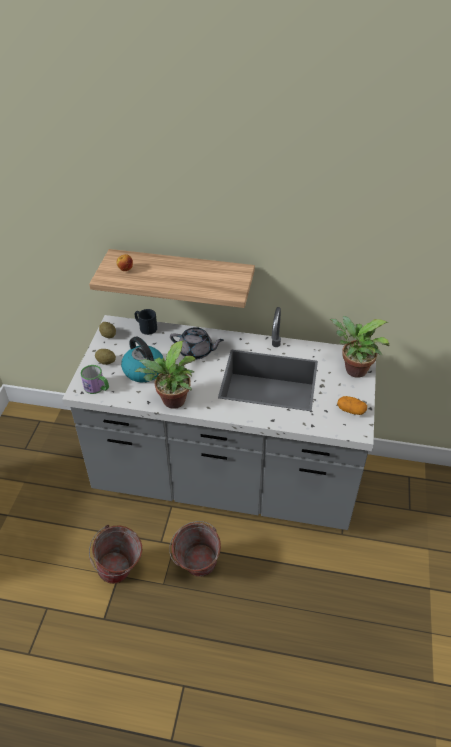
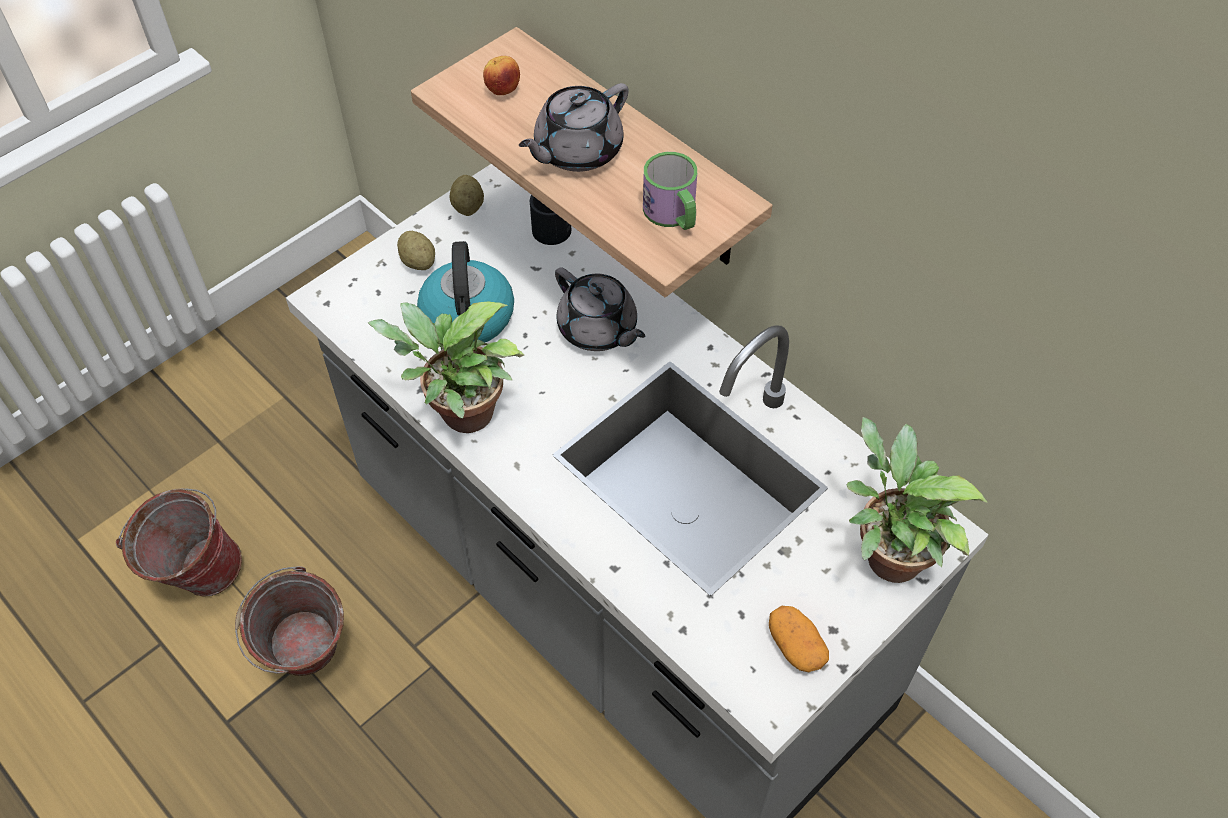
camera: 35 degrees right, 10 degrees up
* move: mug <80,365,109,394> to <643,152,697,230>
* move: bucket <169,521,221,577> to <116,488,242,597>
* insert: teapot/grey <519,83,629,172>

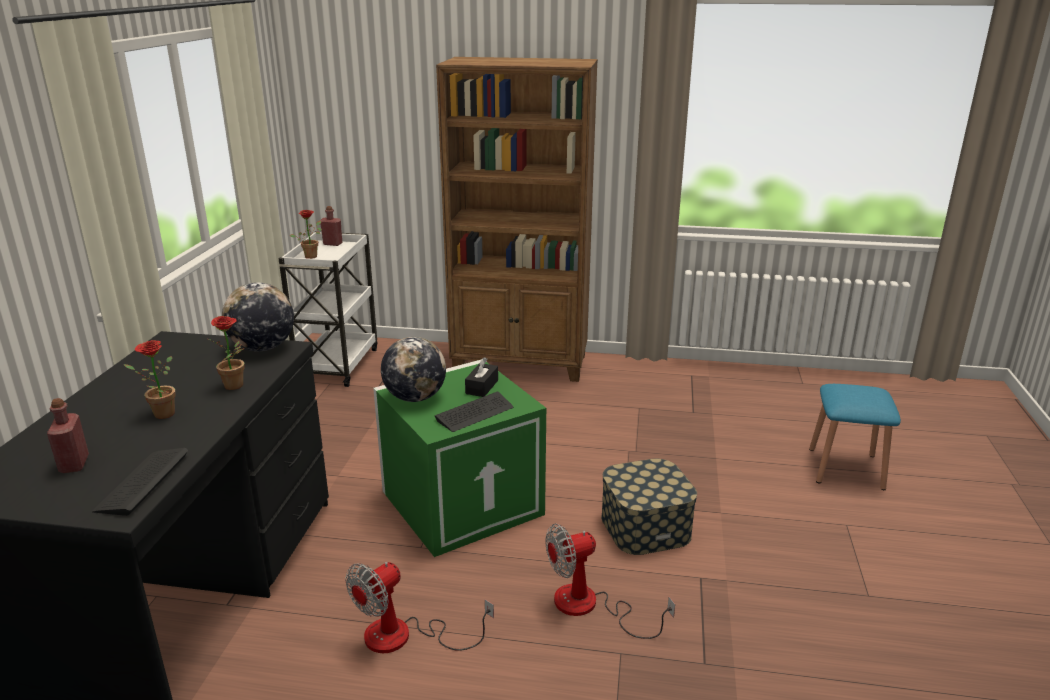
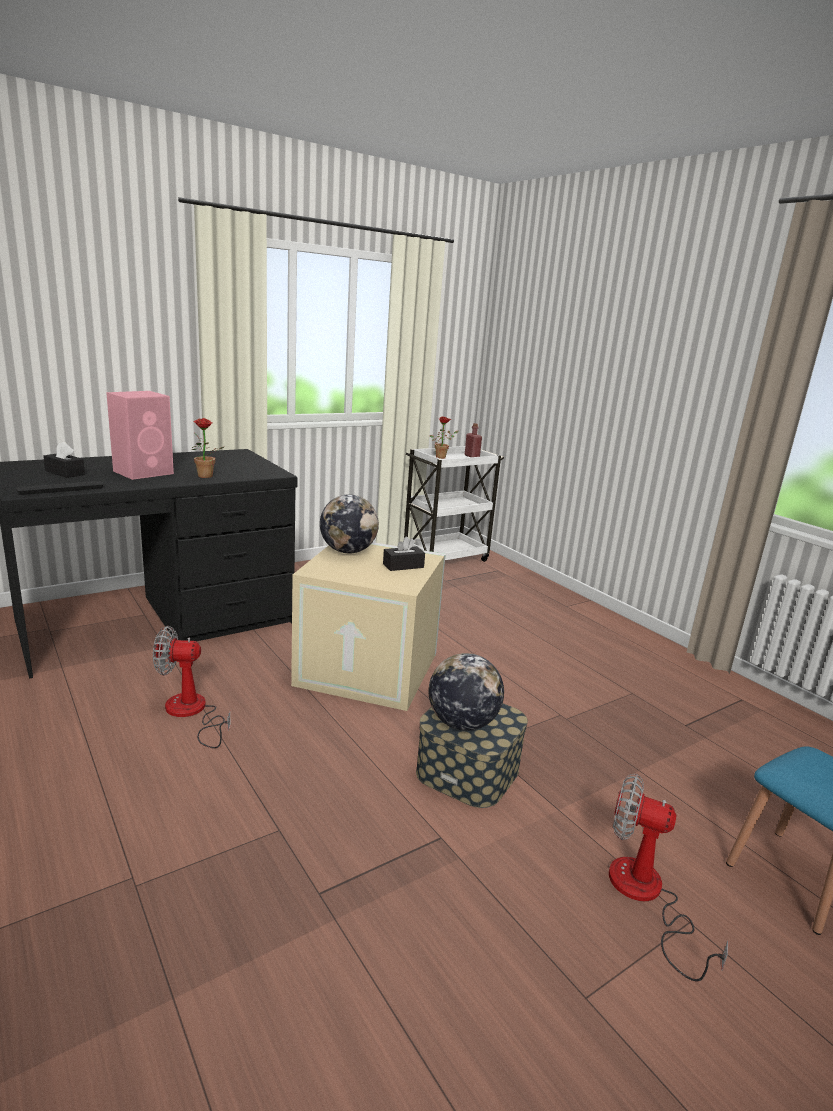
camera: 45 degrees right, 5 degrees down
* delete: bookcase/brown <436,57,598,382>
* move: globe <222,282,294,351> to <429,653,504,731>
* replace: potted plant <124,340,176,419> to speaker/pink <106,391,174,480>
* recolor: storage box/green <373,359,546,557> to storage box/beige <291,542,446,711>
* delete: keyboard <435,392,513,432>
* replace: bottle/red <47,398,89,473> to tissue box/black <43,442,85,478>
* move: fan <545,523,675,639> to <609,774,728,981>

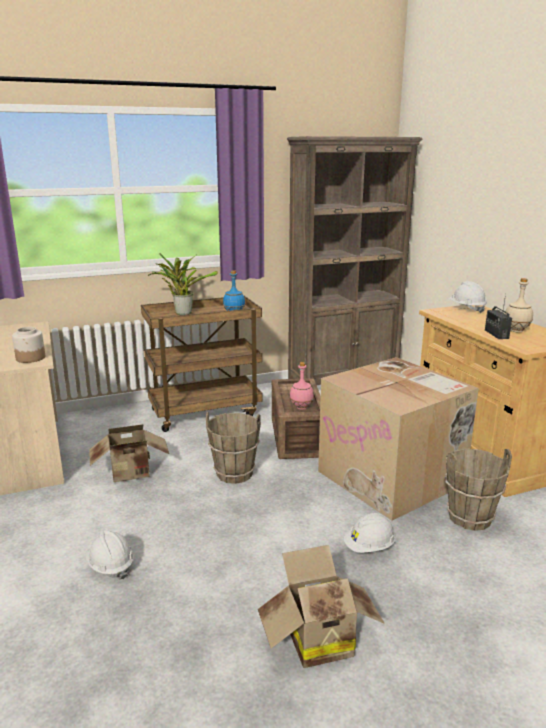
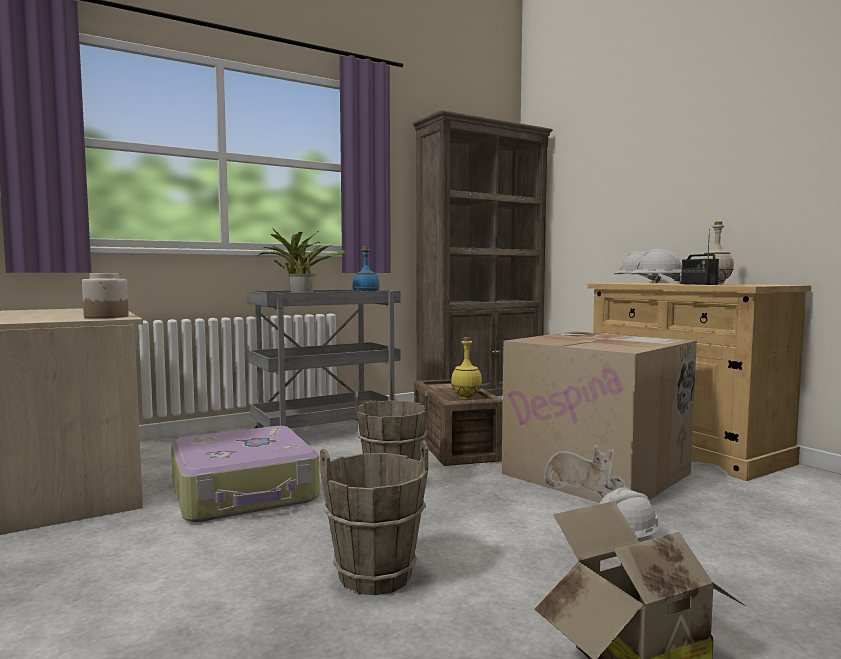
camera: 10 degrees left, 15 degrees down
* recolor: cart/brown <141,296,263,432> to cart/grey <247,290,401,428>
* recolor: bottle/pink <290,362,314,410> to bottle/yellow <451,337,482,400>
* replace: cardboard box <89,424,169,482> to suitcase <171,426,320,522>
* move: bucket/brown <445,449,512,531> to <320,440,428,595>
* move: hard hat/white <86,530,134,580> to <631,249,682,284>

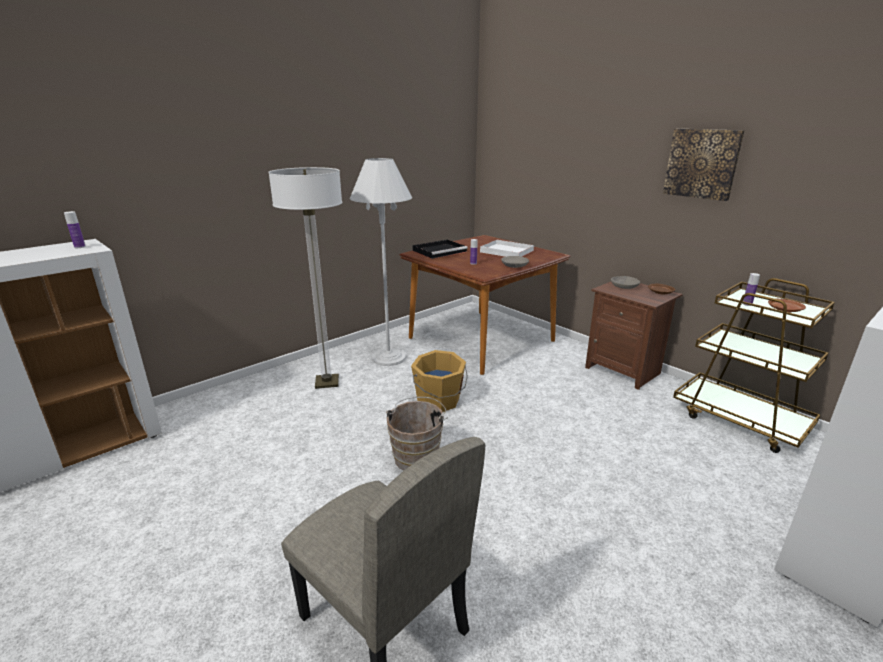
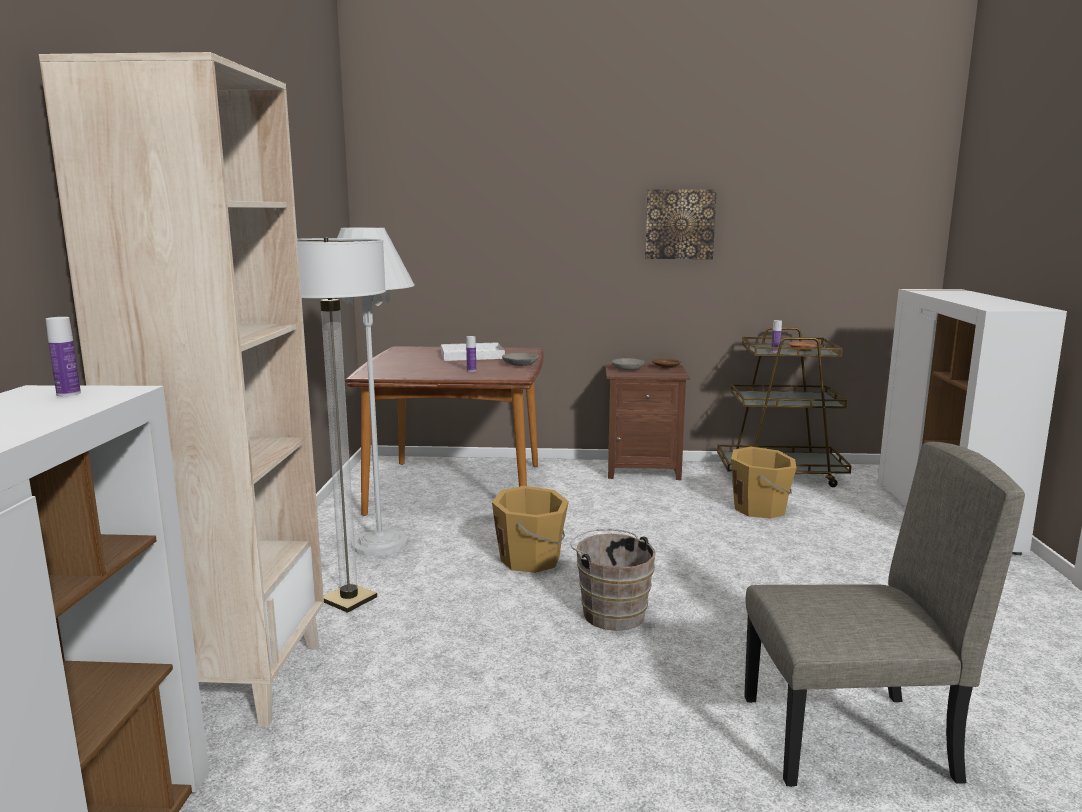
camera: 45 degrees left, 10 degrees down
* delete: tray/black <413,240,468,259>
* insert: bookcase/beige <39,52,324,727>
* insert: bucket/orange <731,447,797,519>

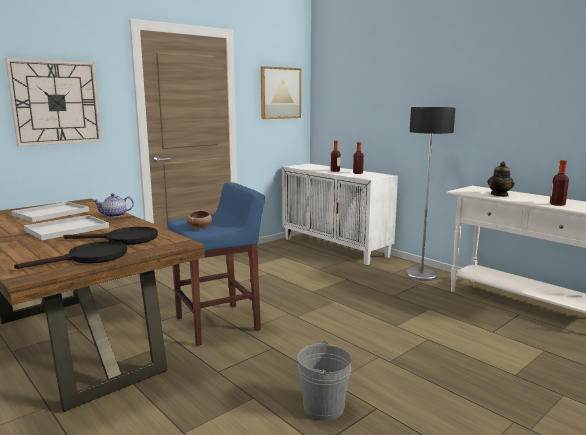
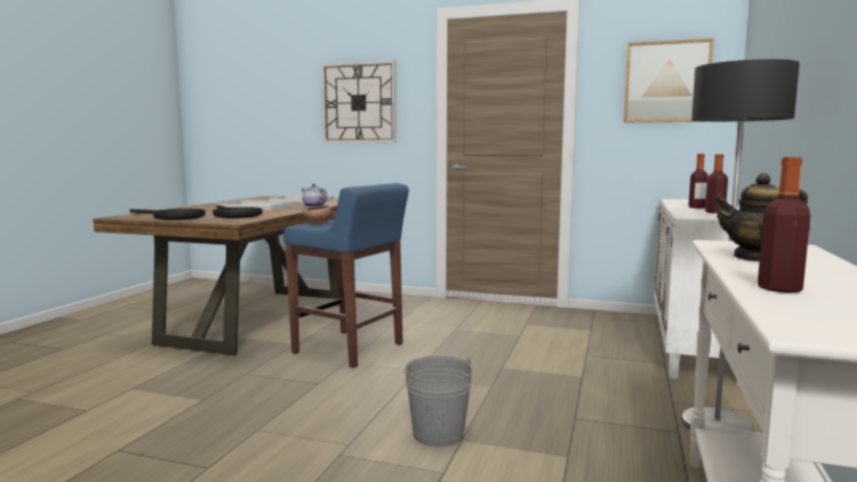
camera: 60 degrees right, 5 degrees down
* move: bucket/grey <297,340,352,421> to <401,355,473,447>

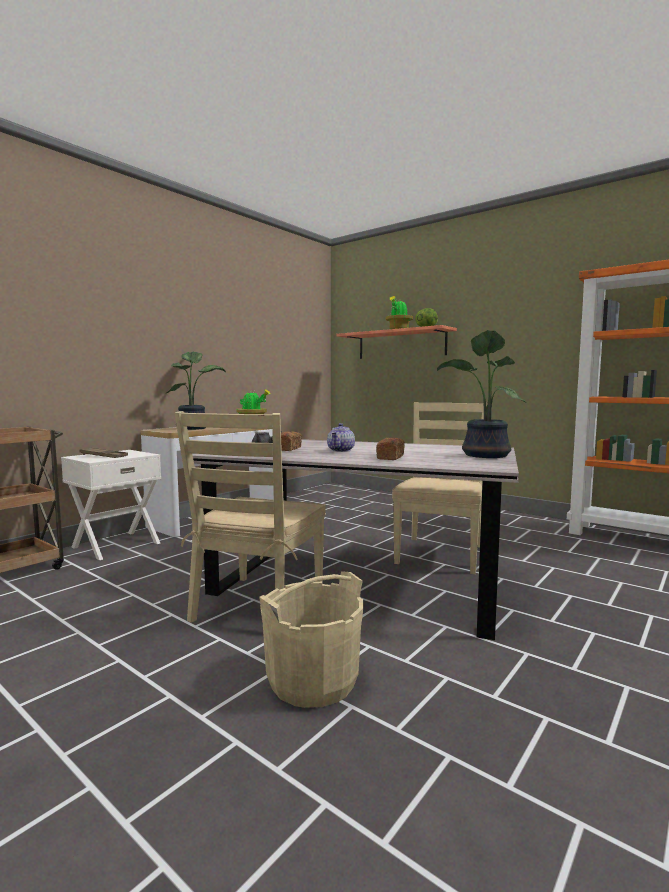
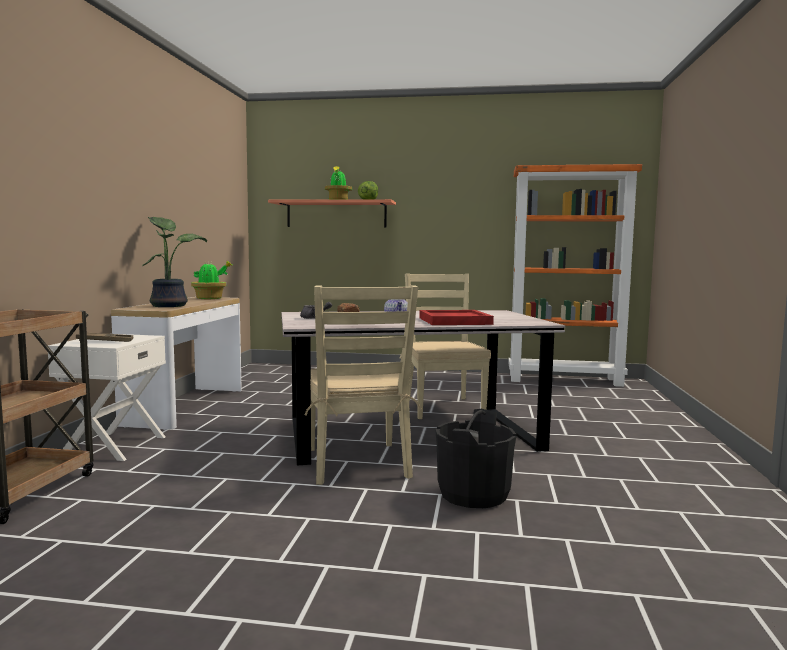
camera: 30 degrees left, 0 degrees up
* delete: potted plant <437,330,526,458>
* replace: bread <376,438,405,460> to tray/red <420,310,494,325>
* recolor: bucket/beige <259,571,363,708> to bucket/black <435,409,516,508>

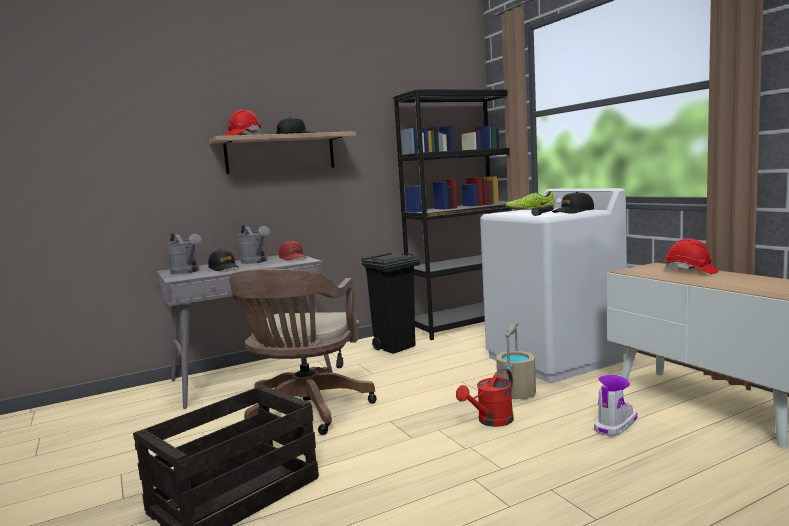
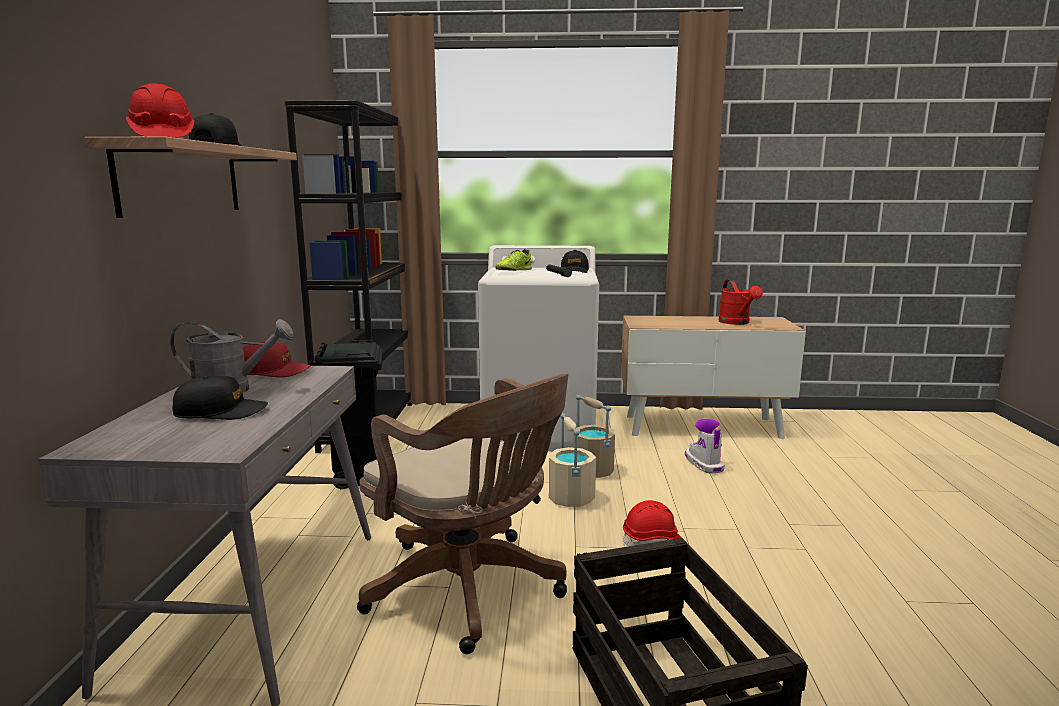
camera: 60 degrees left, 5 degrees up
* delete: watering can/grey <167,233,202,274>
* move: hard hat/red <665,239,719,274> to <623,500,681,546>
* move: watering can/red <456,369,514,427> to <719,279,763,325>
* insert: bucket/beige <549,413,596,507>

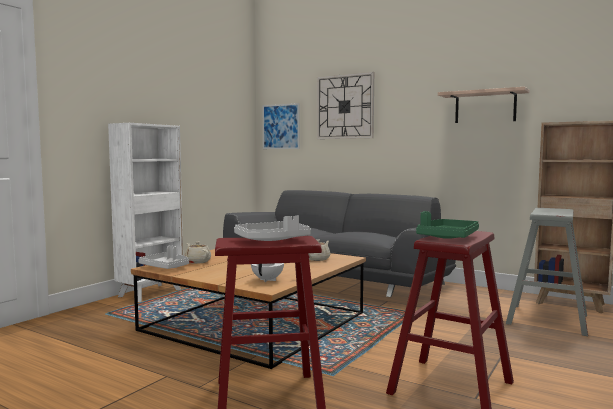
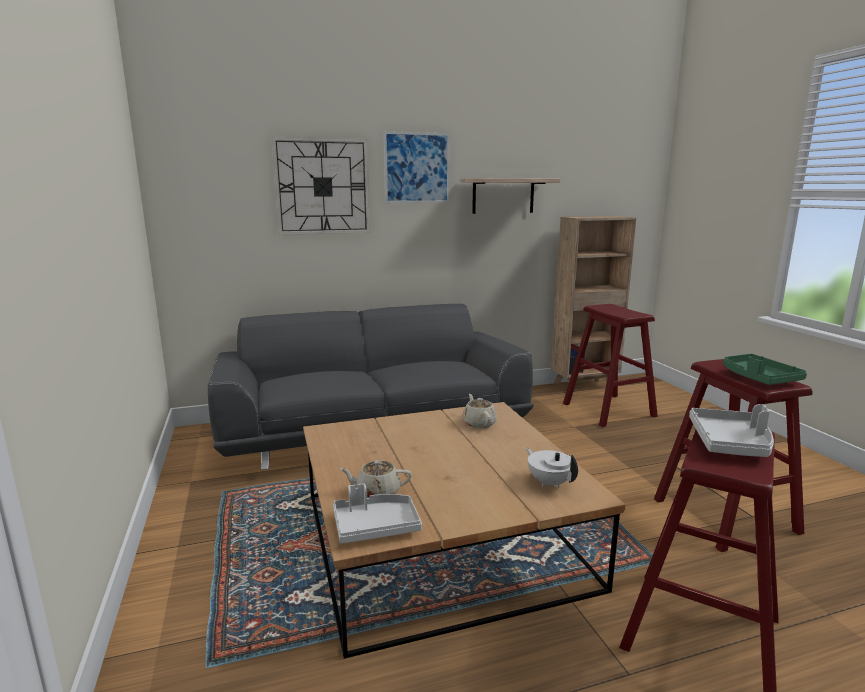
camera: 50 degrees left, 10 degrees up
* move: picture <263,103,300,149> to <384,131,450,203>
* delete: bookcase/white <108,123,183,302>
* recolor: stool/grey <506,208,588,336> to stool/red <563,304,658,427>

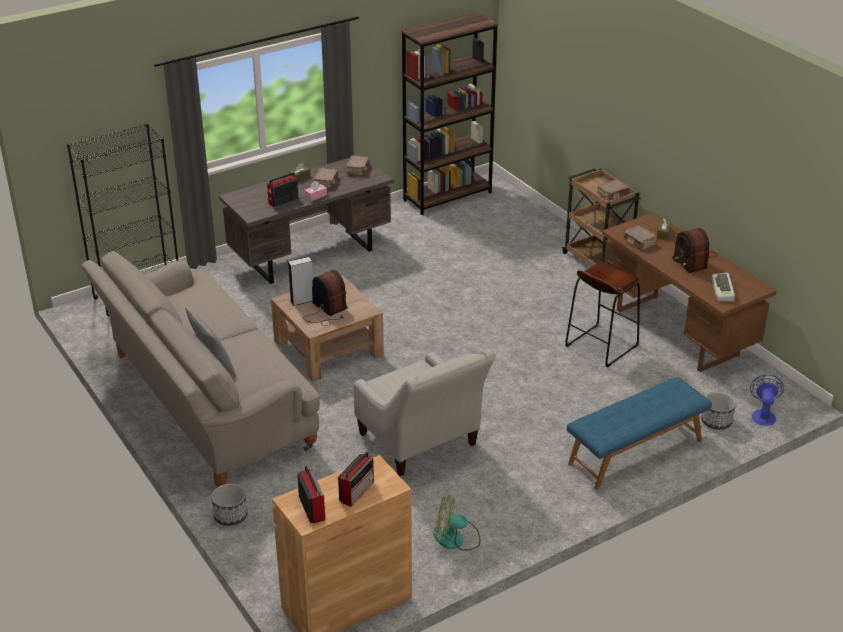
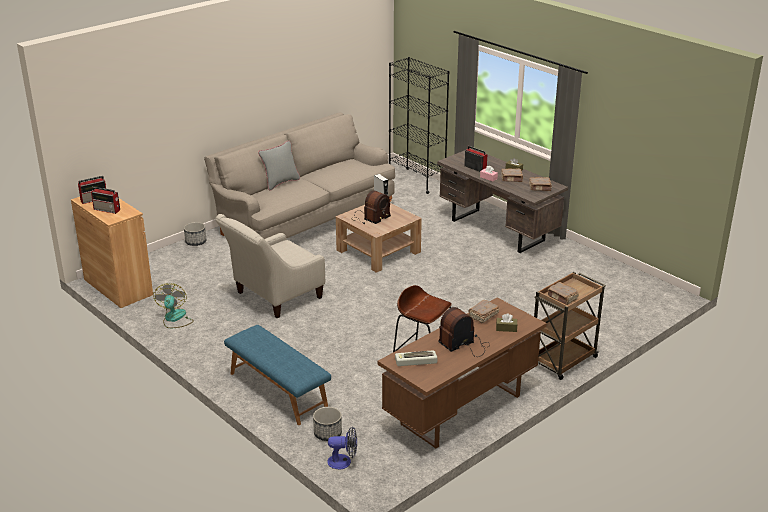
camera: 80 degrees right, 5 degrees down
* delete: bookcase/brown <401,12,498,215>

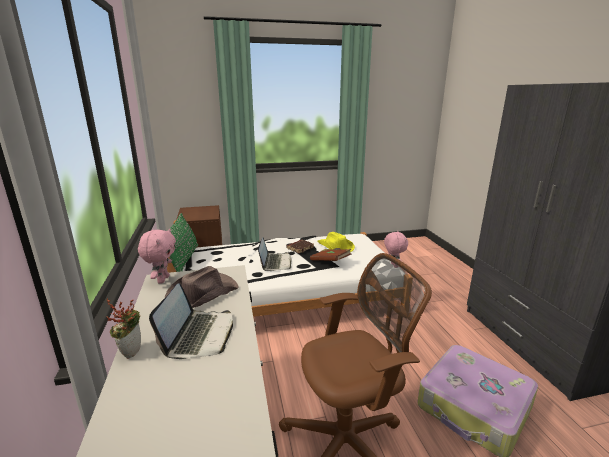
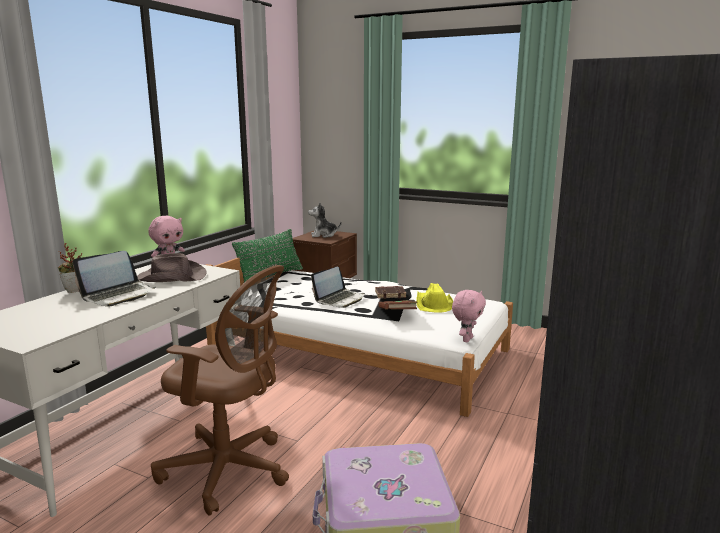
camera: 40 degrees right, 5 degrees down
* insert: plush toy <308,202,341,238>

